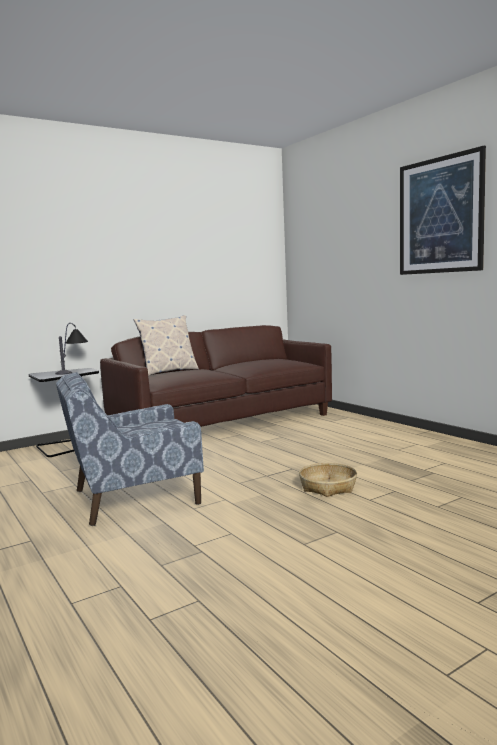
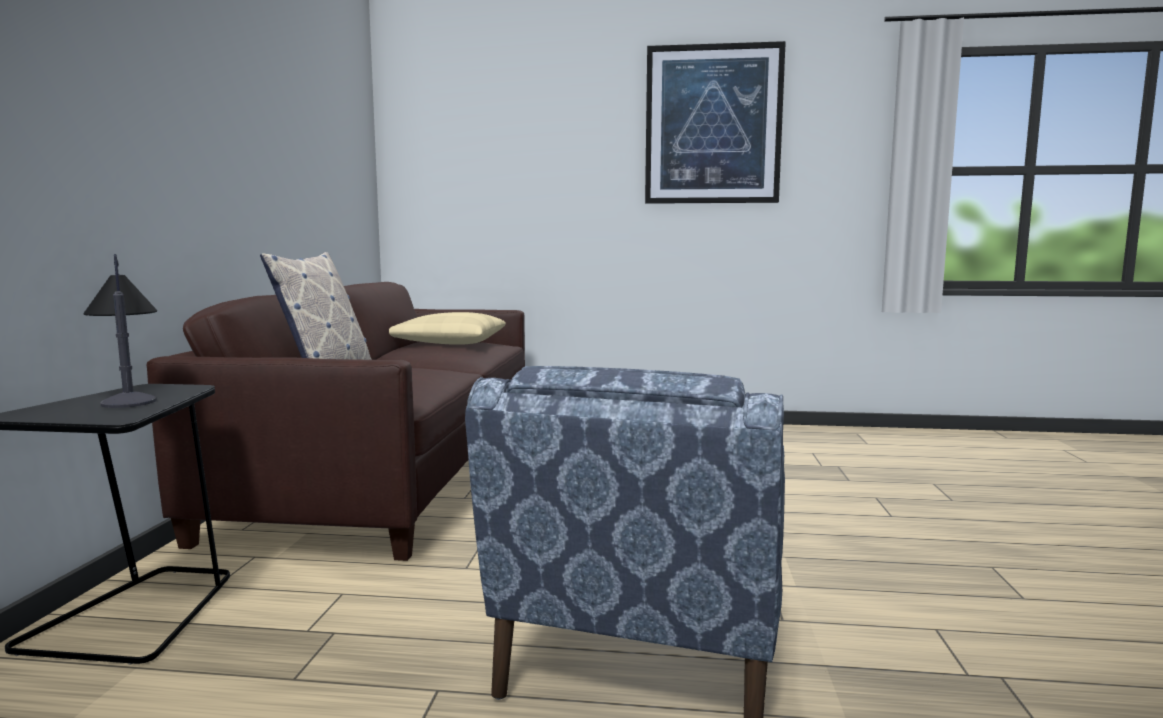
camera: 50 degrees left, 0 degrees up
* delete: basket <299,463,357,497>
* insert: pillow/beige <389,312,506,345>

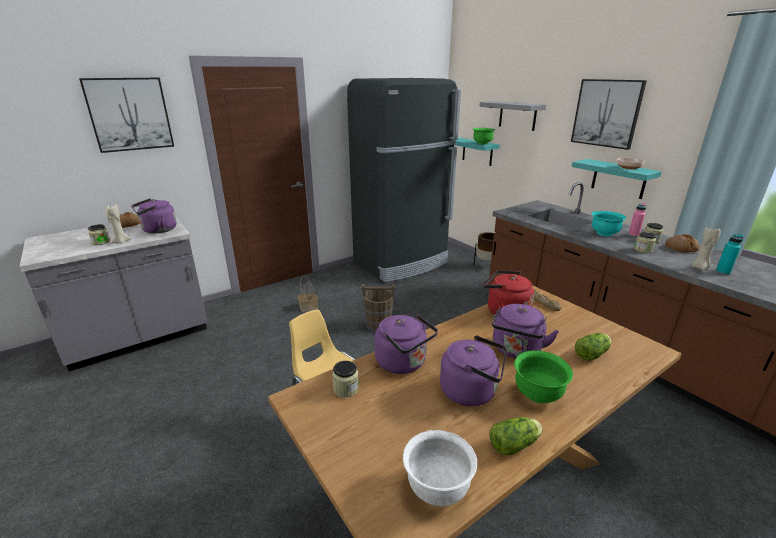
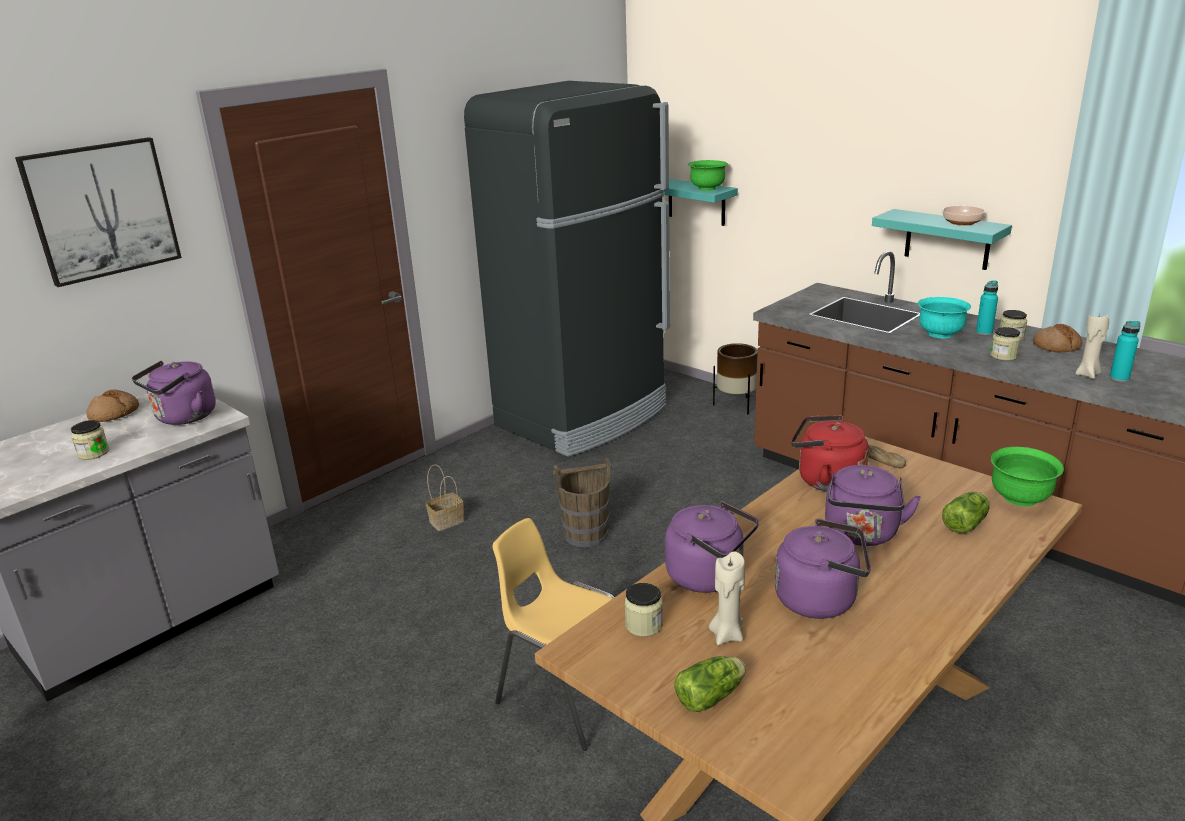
camera: 10 degrees left, 0 degrees up
* delete: picture <571,79,647,150>
* delete: shelf/grey <479,101,546,131>
* recolor: bottle/pink <628,203,646,238> to bottle/turquoise <976,280,998,335>
* move: candle/beige <105,204,131,244> to <709,551,745,645>
* move: bowl/green <514,350,573,403> to <991,447,1064,507>
* move: lettuce <489,417,543,455> to <674,656,746,712>
* delete: bowl/white <403,430,477,506>

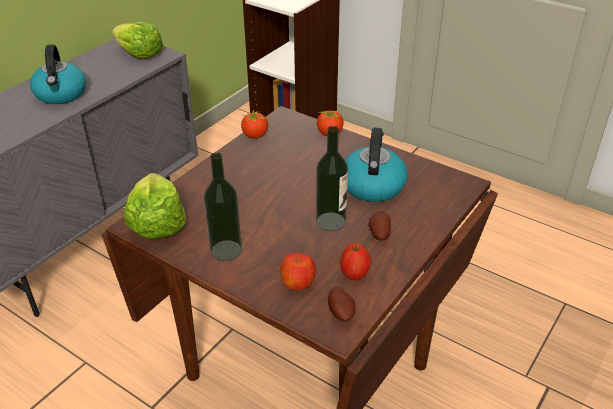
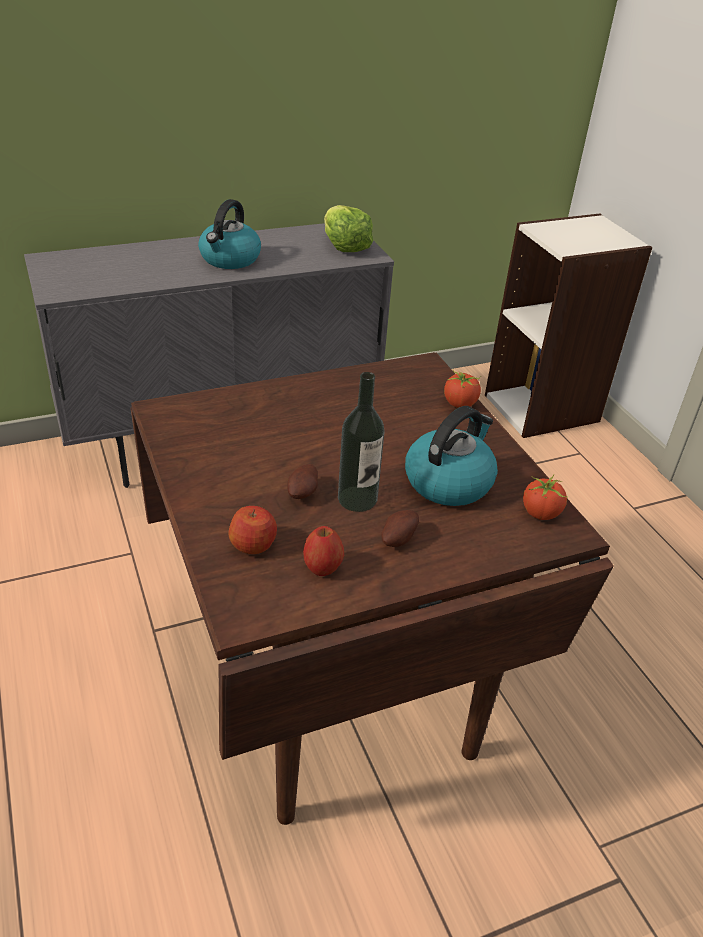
camera: 30 degrees right, 0 degrees up
* move: tomato <241,109,268,139> to <523,474,568,520>
* delete: bottle <204,152,242,261>
* delete: lettuce <125,173,186,239>
* move: potato <328,287,356,321> to <287,464,318,499>

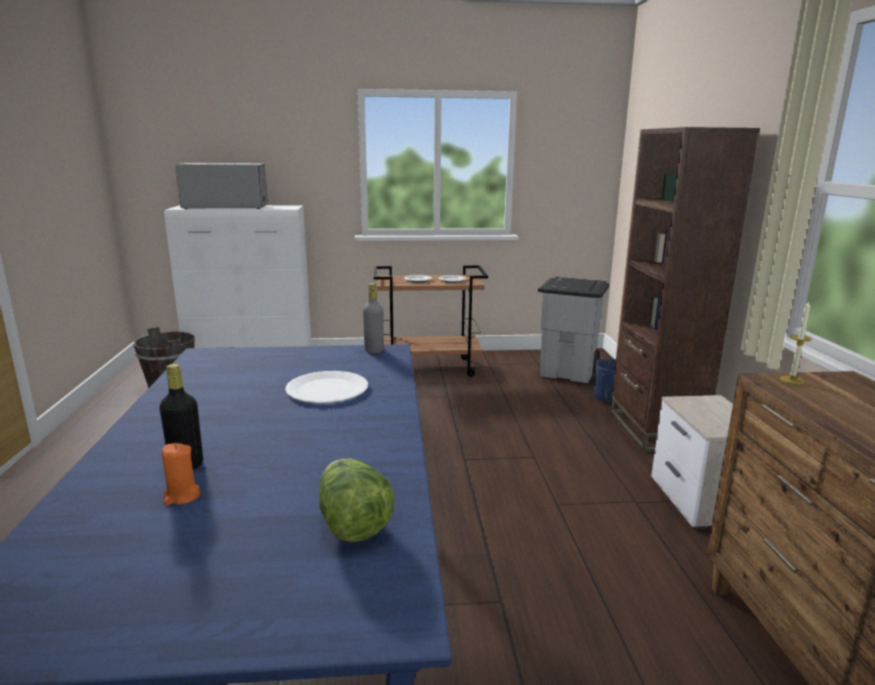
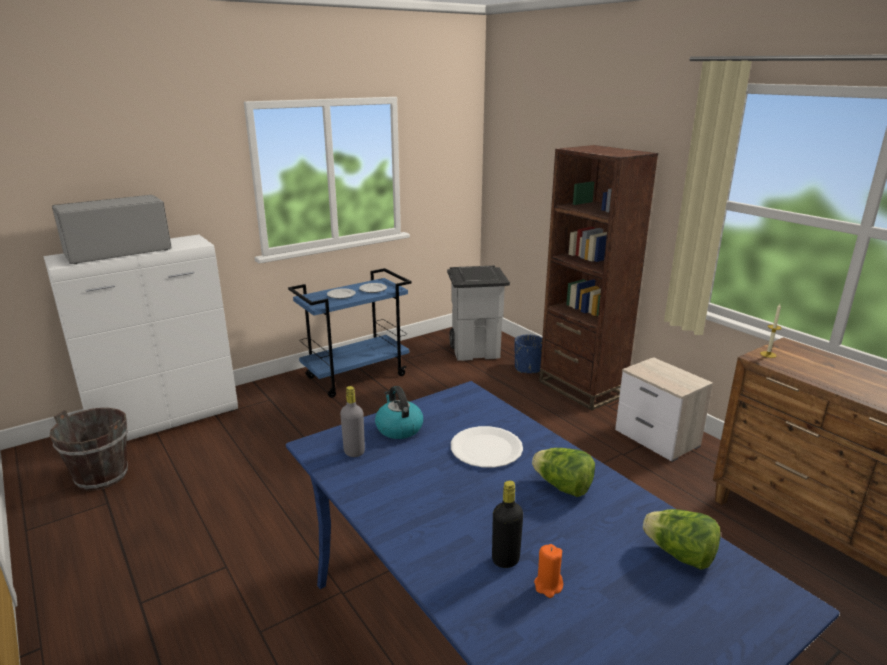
camera: 30 degrees left, 5 degrees up
* recolor: cart/brown <374,265,488,377> to cart/blue <288,268,412,398>
* move: bottle/grey <363,283,384,353> to <340,386,365,457>
* insert: kettle <375,386,423,439>
* insert: lettuce <532,448,595,497>

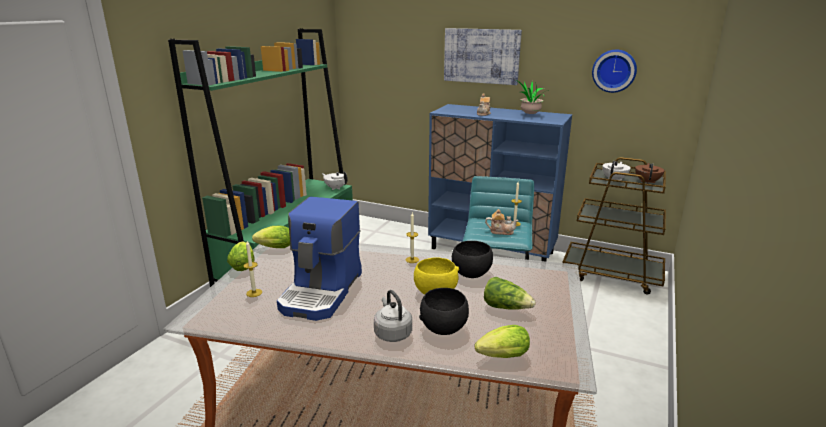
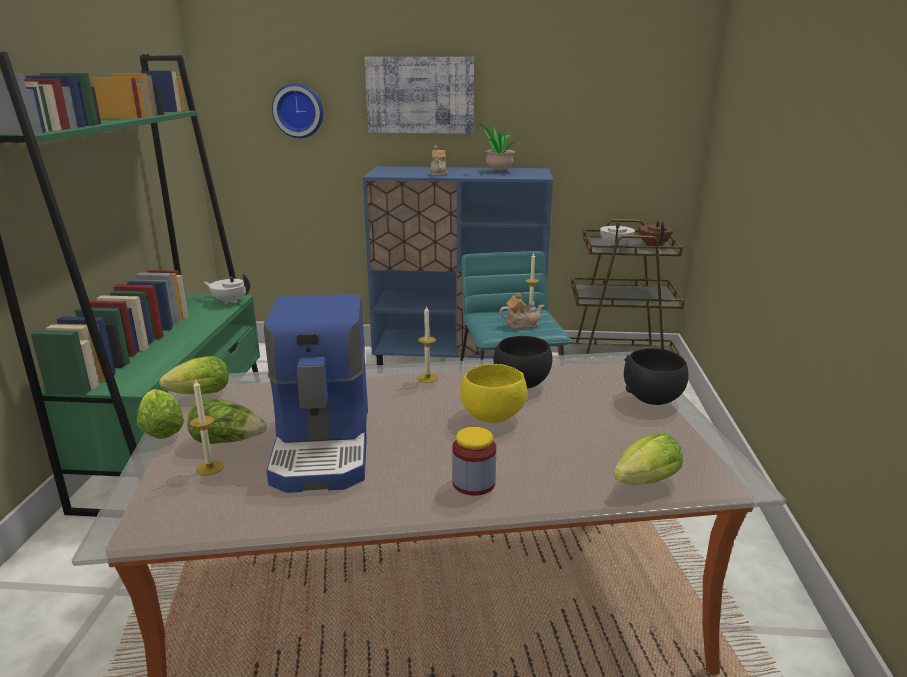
camera: 20 degrees left, 0 degrees up
* move: wall clock <592,50,637,93> to <272,83,323,138>
* move: lettuce <484,277,535,310> to <187,397,267,444>
* move: bowl/black <419,288,469,335> to <624,348,688,405>
* replace: kettle/grey <374,290,412,342> to jar <452,427,496,496>

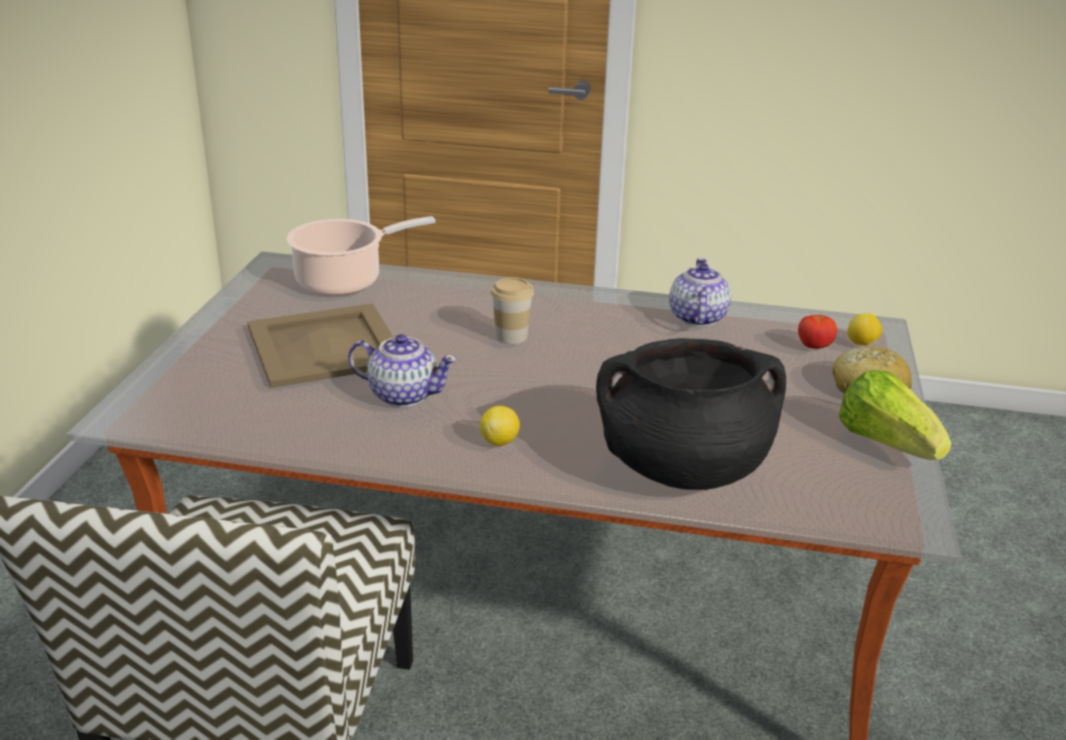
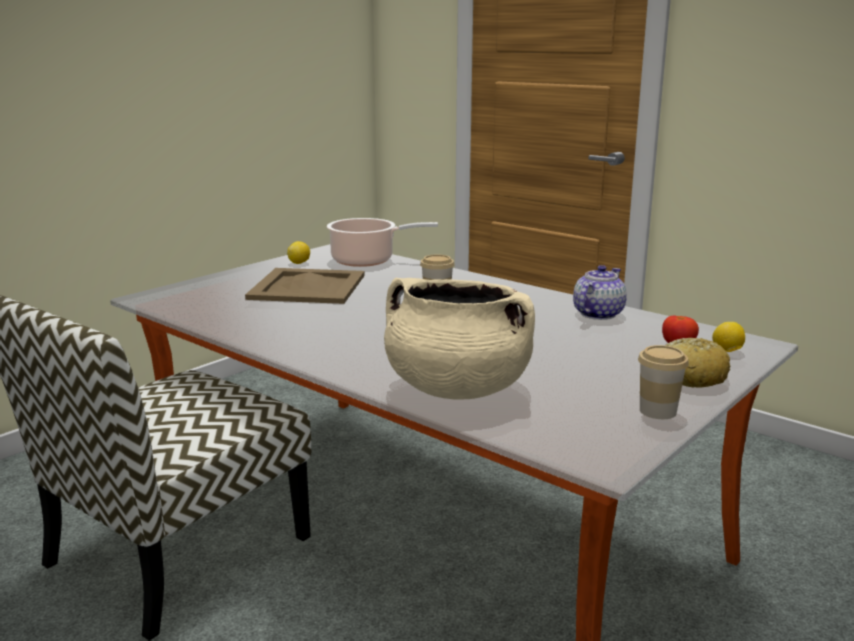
camera: 30 degrees right, 10 degrees down
* delete: teapot <348,334,457,407>
* recolor: cooking pot/black <596,338,786,490> to cooking pot/beige <384,278,535,400>
* replace: lettuce <839,370,952,460> to cup <638,345,689,419>
* move: lemon <480,406,520,446> to <287,241,310,264>

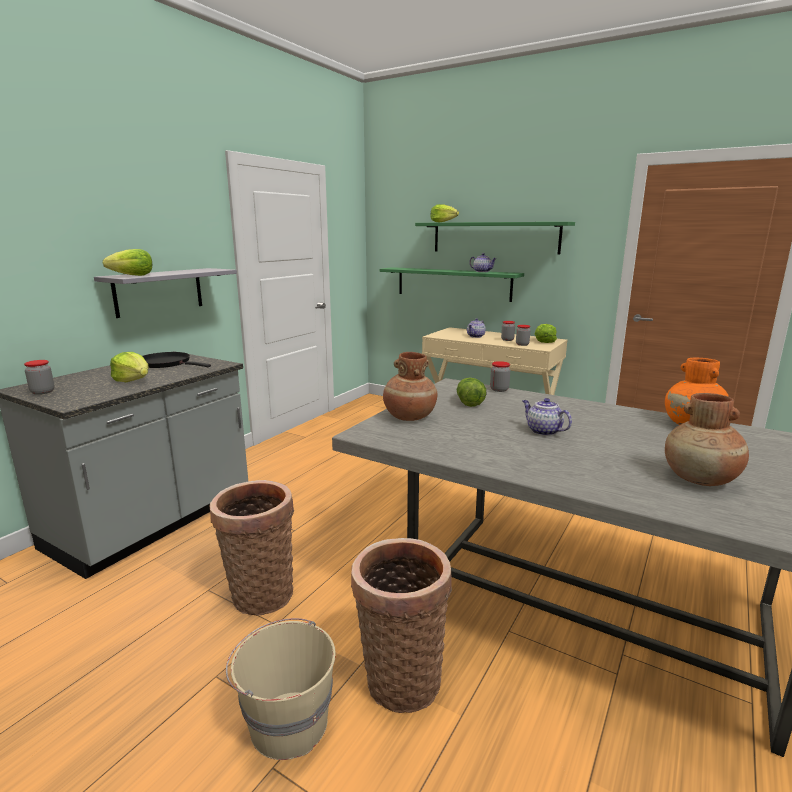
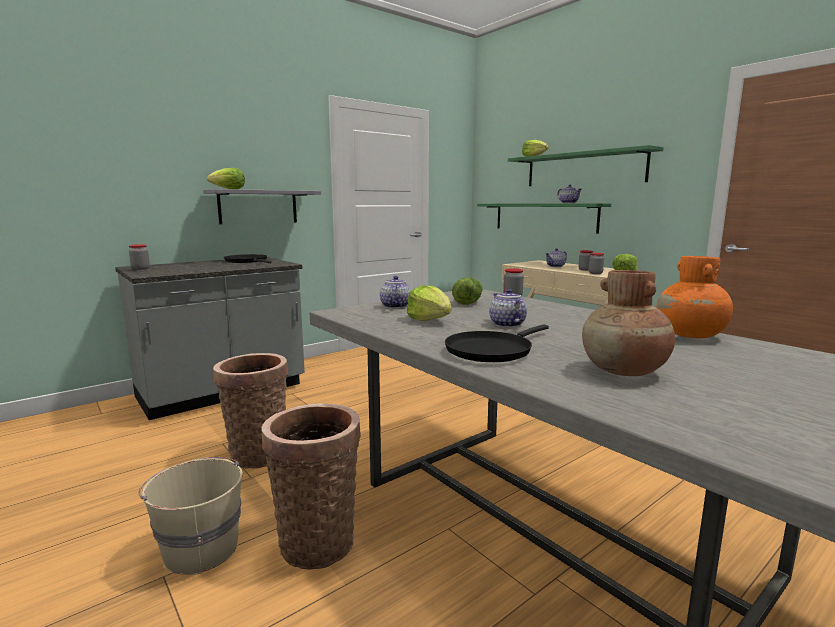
camera: 20 degrees right, 5 degrees down
* move: lettuce <110,352,148,382> to <407,285,452,321>
* replace: vase/brown <383,352,437,421> to teapot <380,276,411,308>
* insert: frying pan/black <445,324,549,362>

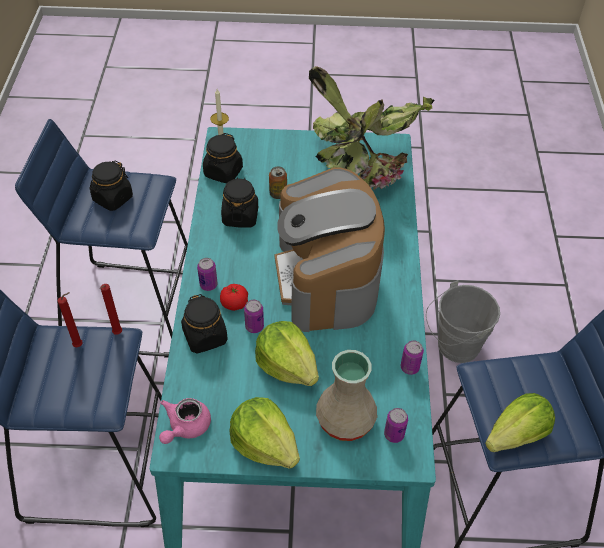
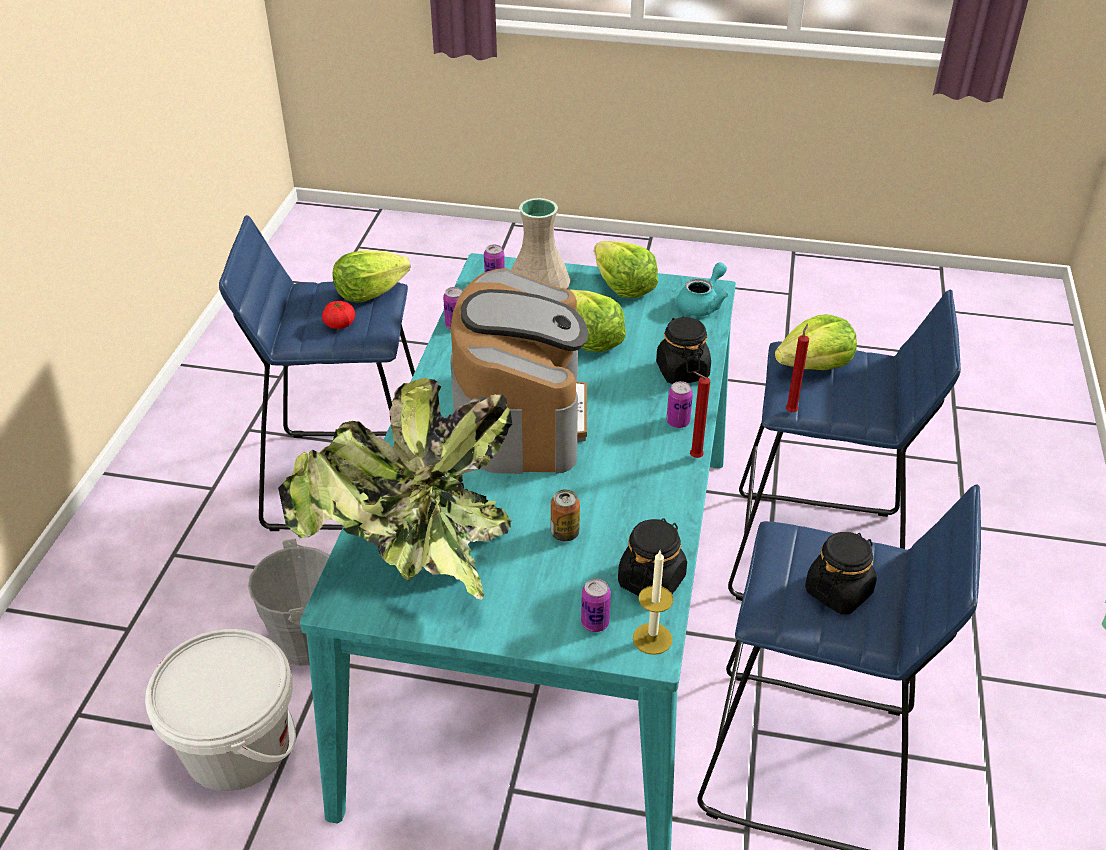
camera: 170 degrees left, 10 degrees down
* delete: jar/black <221,177,258,228>
* move: tomato <220,284,248,311> to <322,301,355,329>
* move: candle/red <58,292,83,347> to <690,372,710,458>
* move: can <244,300,264,333> to <581,579,611,632>
* recolor: teapot/pink <159,398,211,444> to teapot/turquoise <677,262,729,316>
* insert: lettuce <775,314,857,370>
* insert: bucket/white <145,629,296,791>

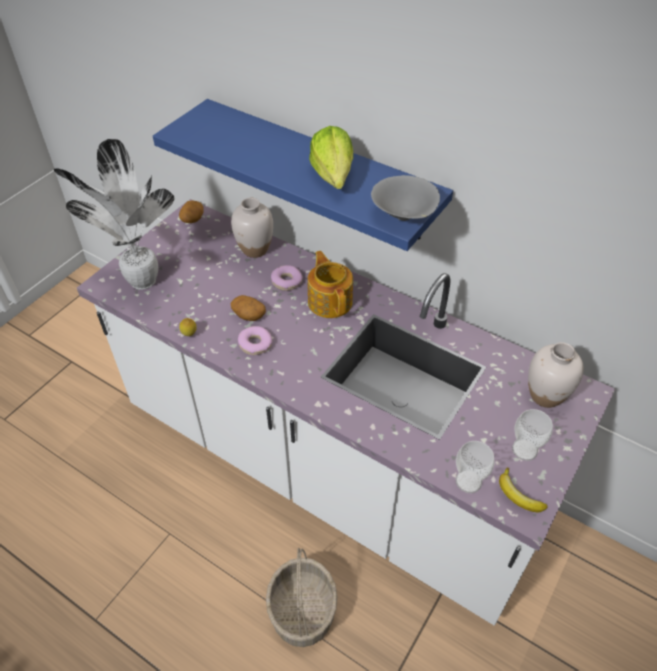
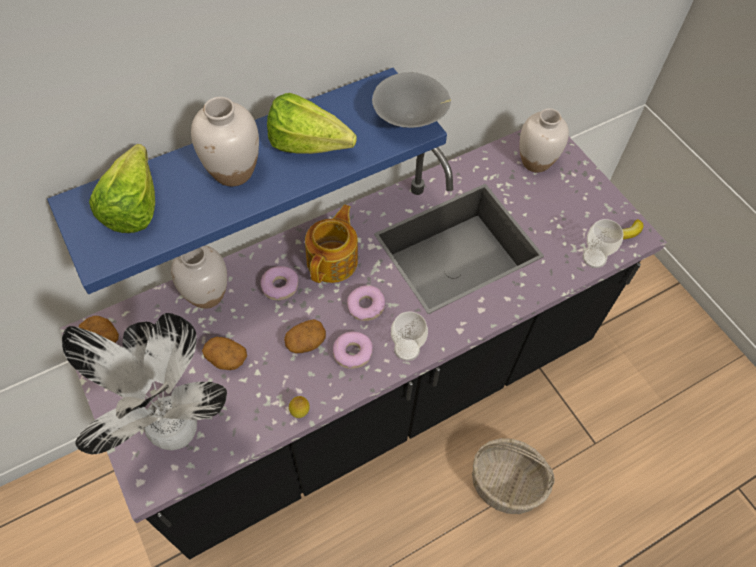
camera: 65 degrees left, 10 degrees up
* recolor: counter/white <77,199,615,625> to counter/black <60,129,667,559>
* rotate: teapot <308,251,353,318> = <305,204,358,283> 105 degrees clockwise
* move: cup <512,409,553,461> to <391,311,428,361>
* insert: vase/white <191,97,259,186>
* insert: lettuce <89,144,155,233>
* insert: donut <347,285,385,321>
* insert: potato <202,337,247,370>

